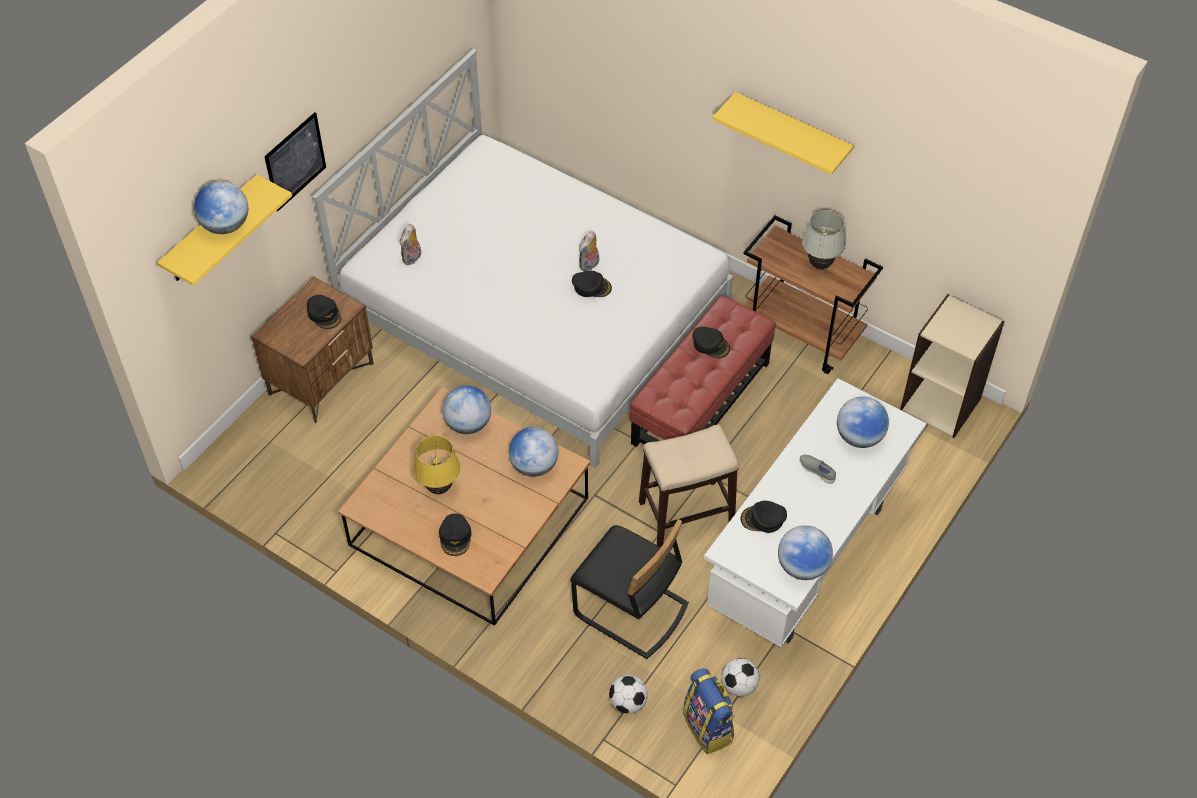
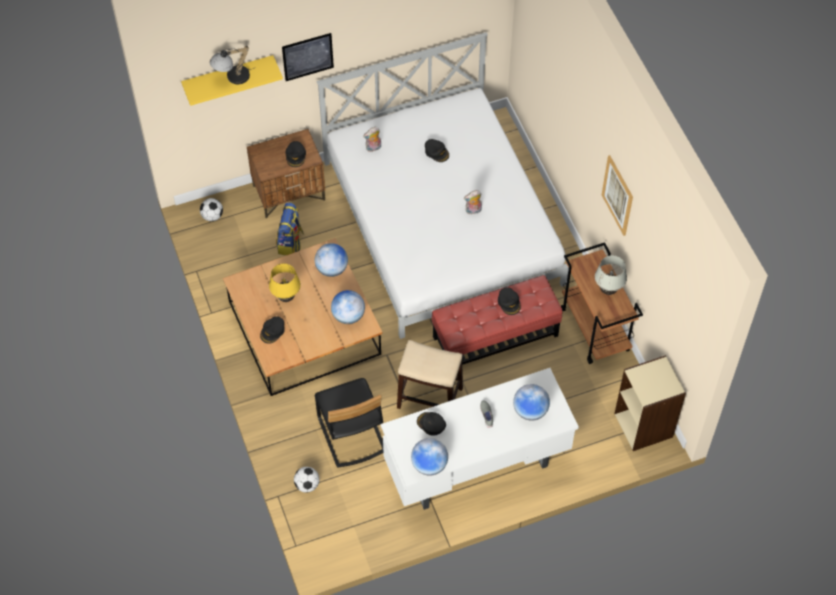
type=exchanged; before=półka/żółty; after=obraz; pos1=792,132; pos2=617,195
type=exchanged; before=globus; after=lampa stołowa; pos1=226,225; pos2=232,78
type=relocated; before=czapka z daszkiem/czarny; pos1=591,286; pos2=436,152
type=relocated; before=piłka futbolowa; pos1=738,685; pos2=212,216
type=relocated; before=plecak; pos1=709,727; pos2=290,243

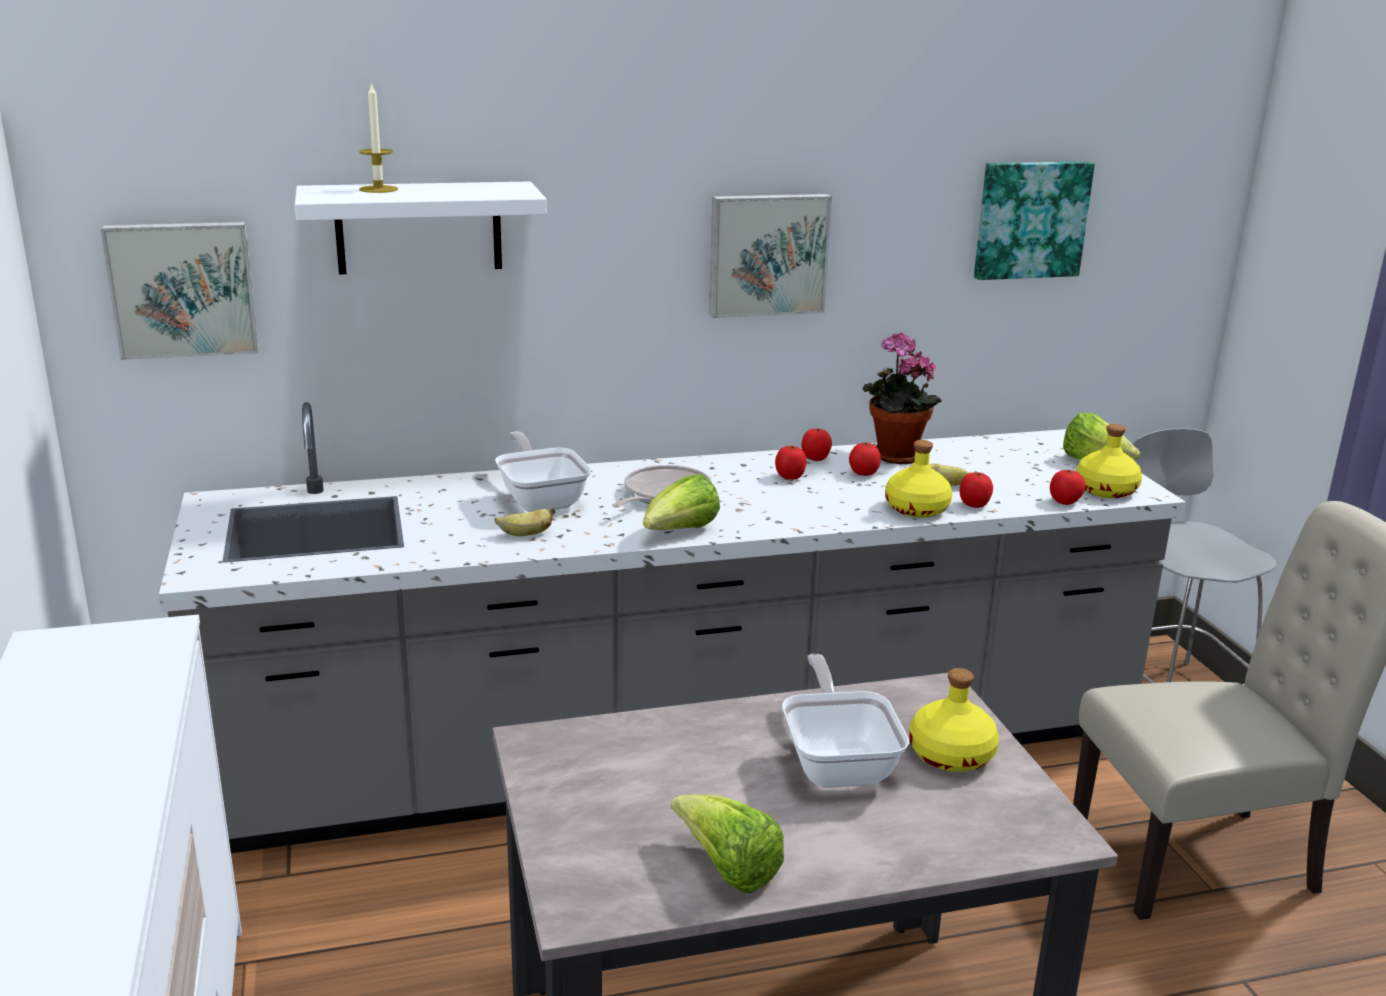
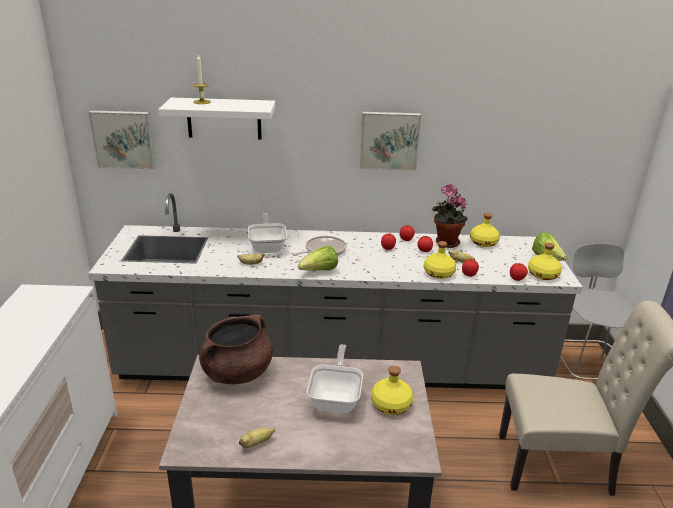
type=missing; before=obraz; pos1=1030,219
type=exchanged; before=sałata; after=banan; pos1=727,869; pos2=256,443
type=appeared; after=butelka/żółty; pos2=483,242
type=appeared; after=garnek/brązowy; pos2=237,373

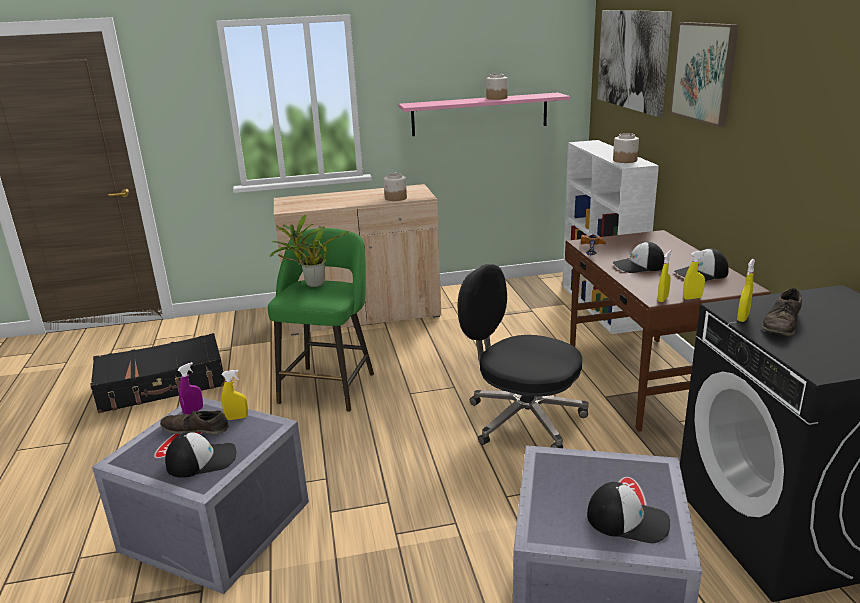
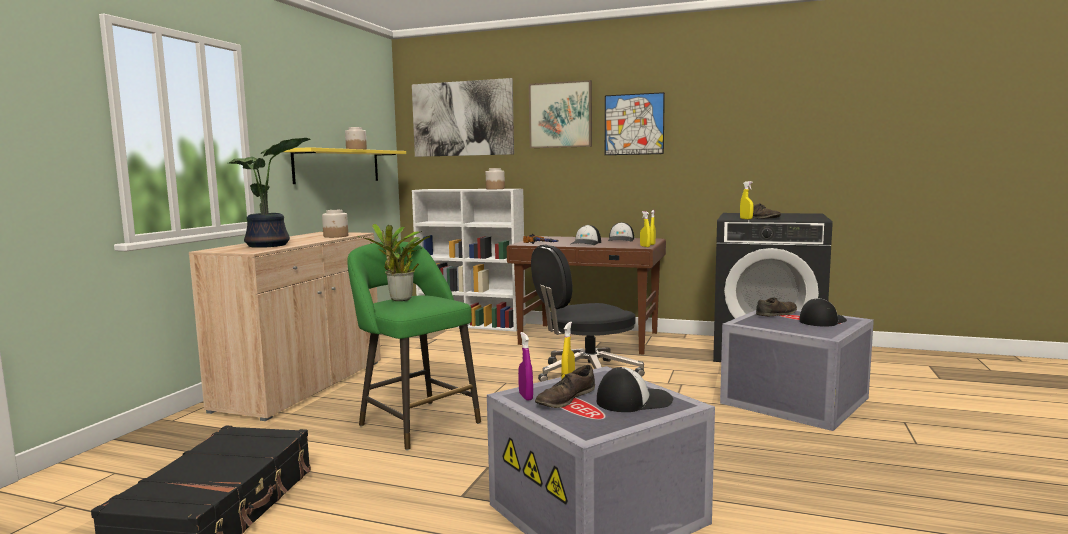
type=colour; before=półka/różowy; after=półka/żółty; pos1=480,114; pos2=338,166
type=spun; before=czapka z daszkiem; pos1=202,460; pos2=633,401; turn=60
type=appeared; after=obraz; pos2=634,124
type=appeared; after=roślina doniczkowa; pos2=270,245
type=appeared; after=but/brązowy; pos2=776,313

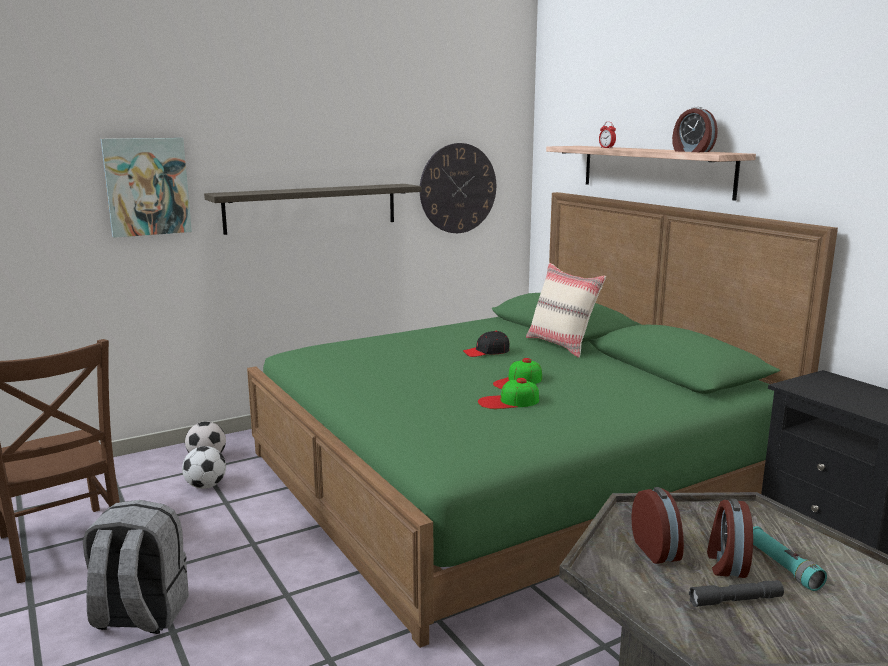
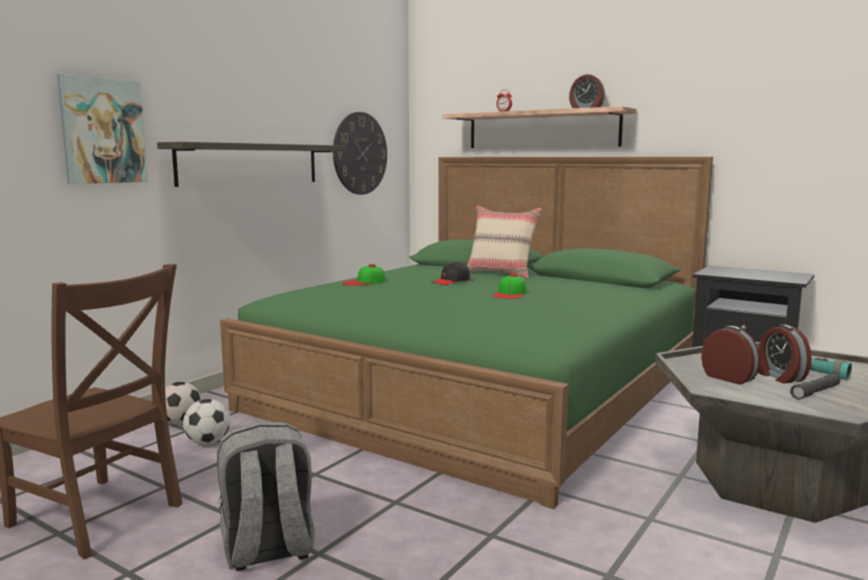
type=relocated; before=czapka z daszkiem; pos1=508,401; pos2=364,282

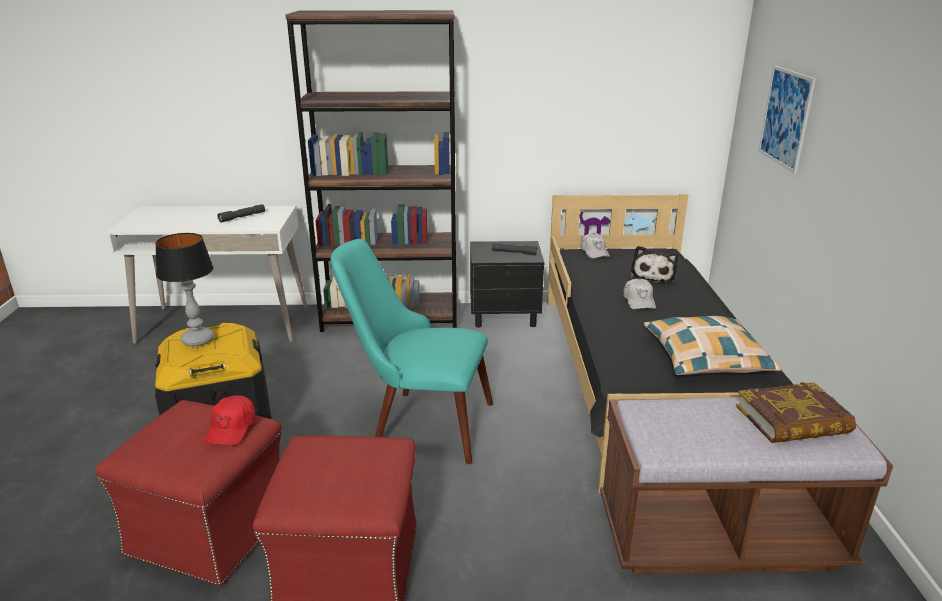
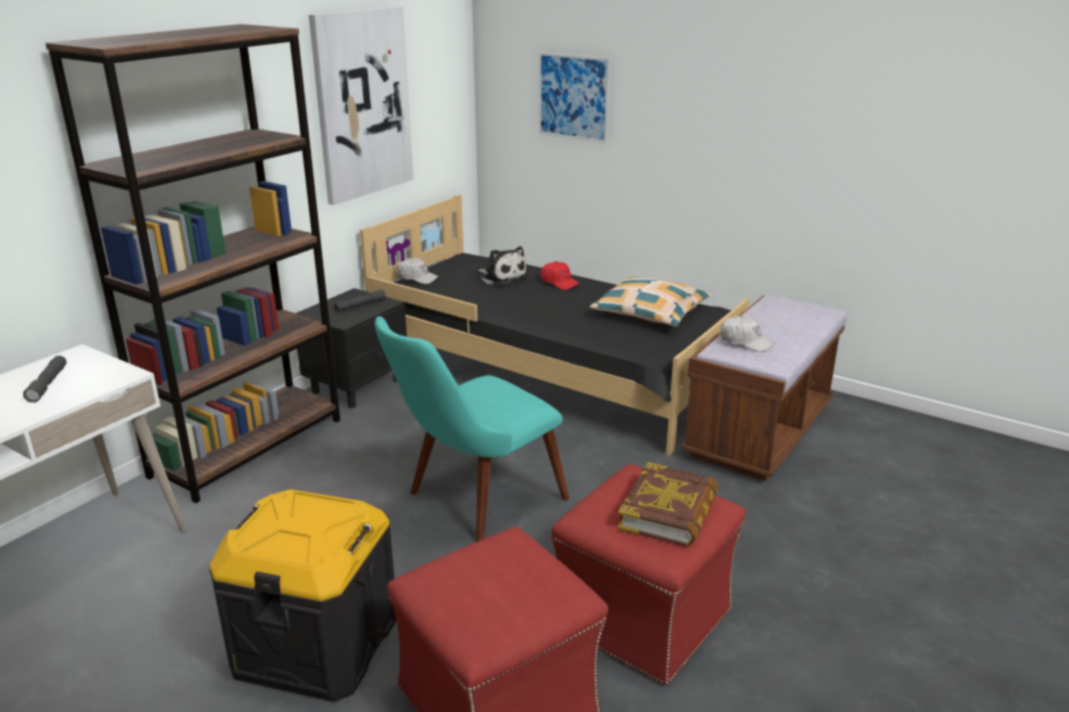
type=missing; before=lampa stołowa; pos1=199,339
type=relocated; before=czapka z daszkiem/biały; pos1=639,301; pos2=745,342
type=relocated; before=książka; pos1=793,420; pos2=669,512
type=relocated; before=czapka z daszkiem/czerwony; pos1=232,428; pos2=559,282
type=appeared; after=obraz; pos2=362,104

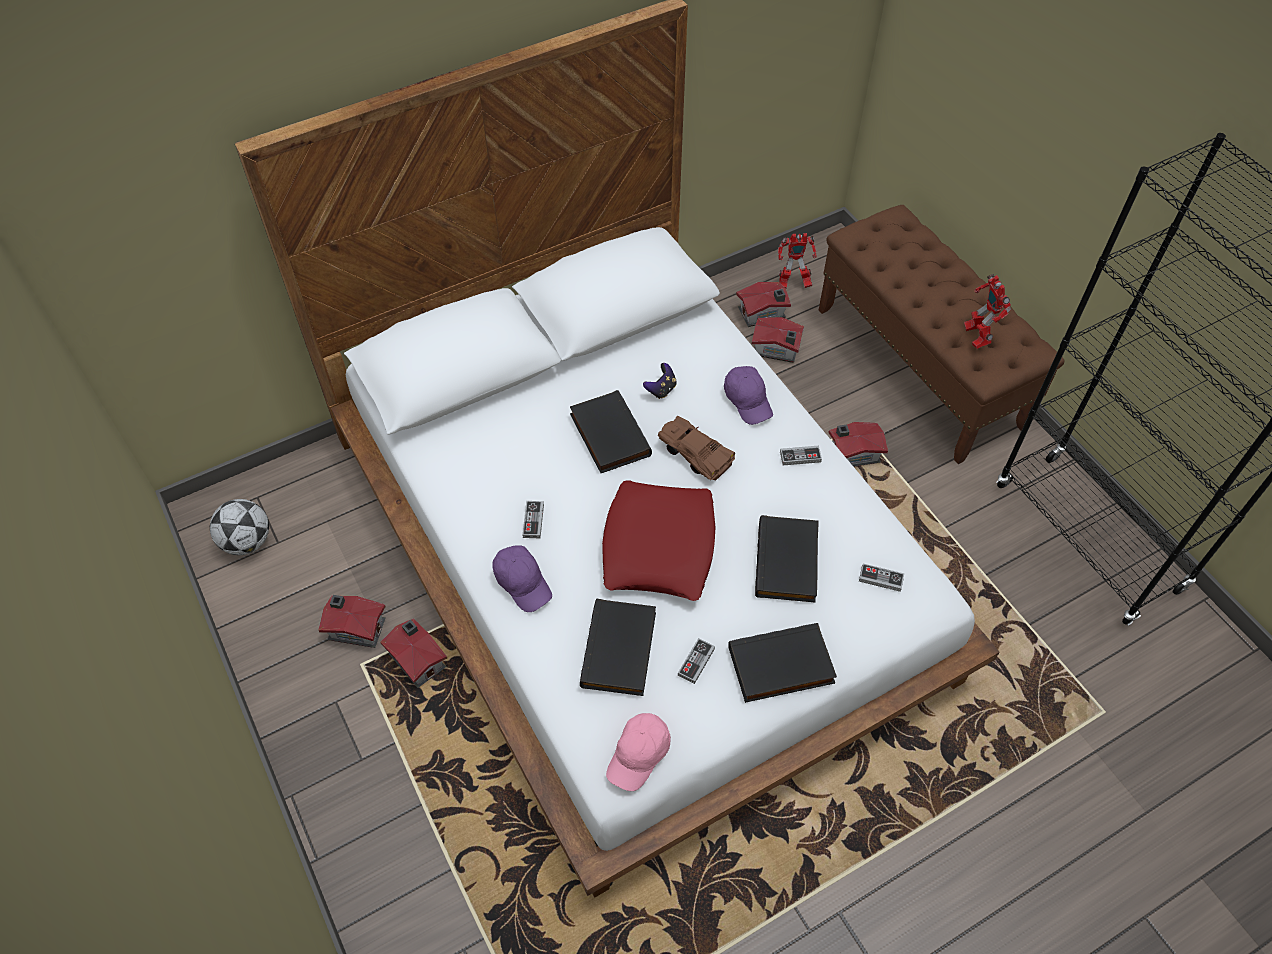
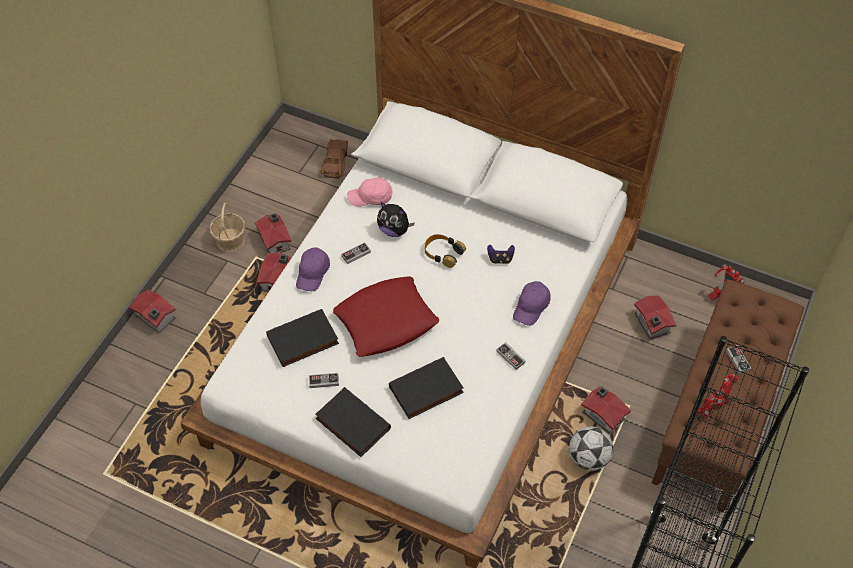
type=relocated; before=domek; pos1=763,314; pos2=155,319
type=exchanged; before=książka/czarny; after=słuchawki; pos1=608,435; pos2=443,253
type=relocated; before=samochodzik/brązowy; pos1=694,453; pos2=335,162
type=relocated; before=piłka futbolowa; pos1=247,541; pos2=588,458
type=relocated; before=pad do gier; pos1=880,579; pos2=738,360
type=relocated; before=czapka z daszkiem/różowy; pos1=639,755; pos2=370,197
type=appeared; after=pluszak; pos2=394,230
type=appeared; after=koszyk; pos2=230,240

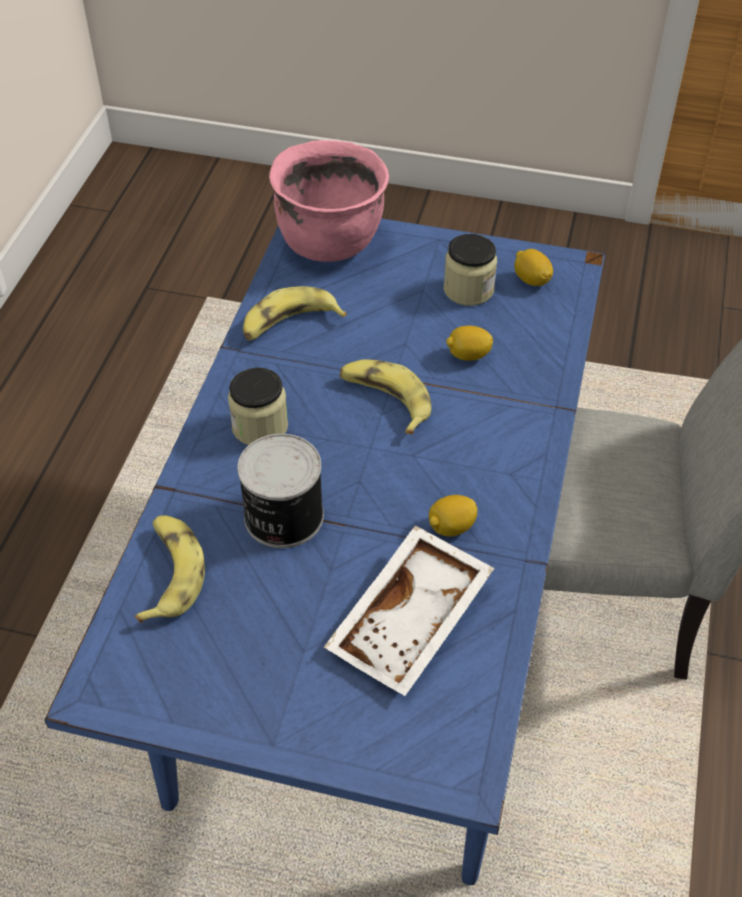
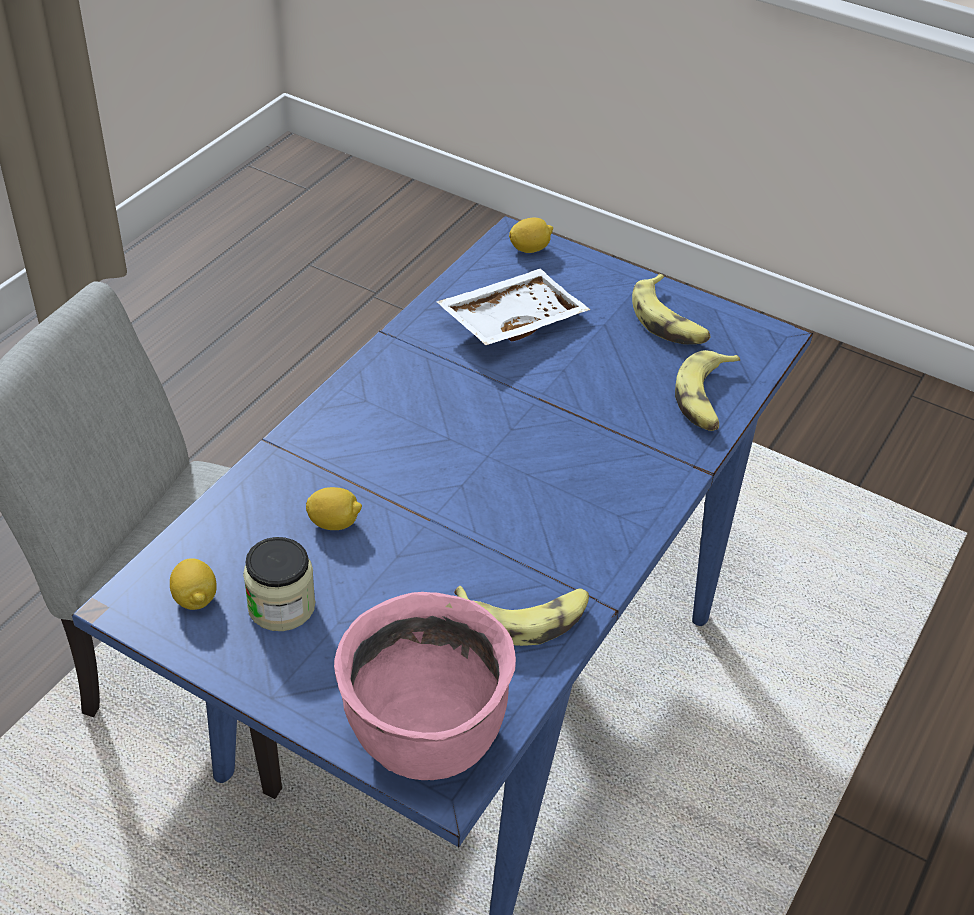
type=relocated; before=banan; pos1=385,400; pos2=669,321
type=missing; before=słoik; pos1=260,426
type=missing; before=puszka; pos1=282,517
type=relocated; before=cytryna; pos1=451,527; pos2=530,248

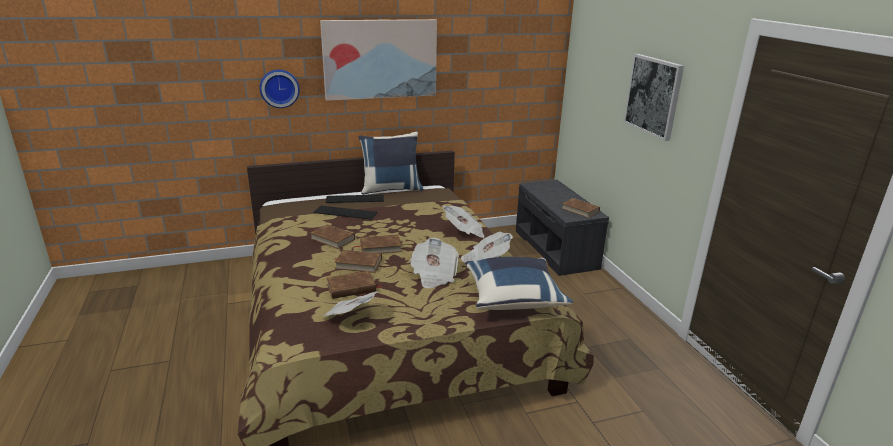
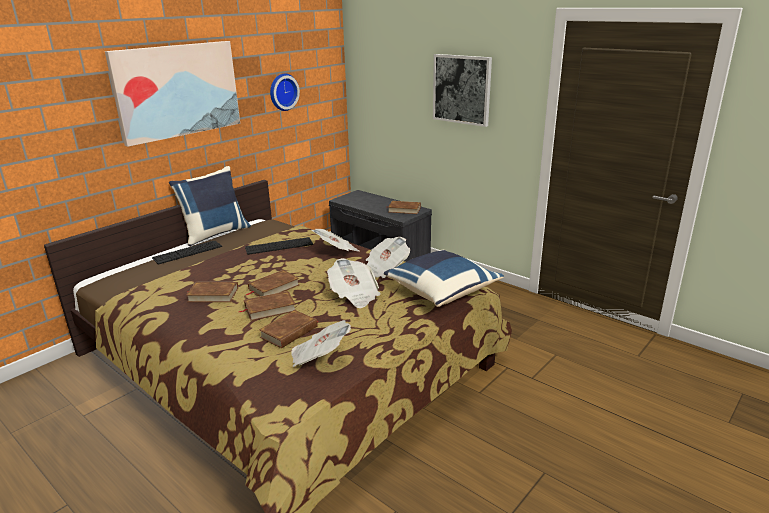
type=relocated; before=zegar ścienny; pos1=279,88; pos2=282,92
type=relocated; before=klawiatura; pos1=345,212; pos2=279,246

